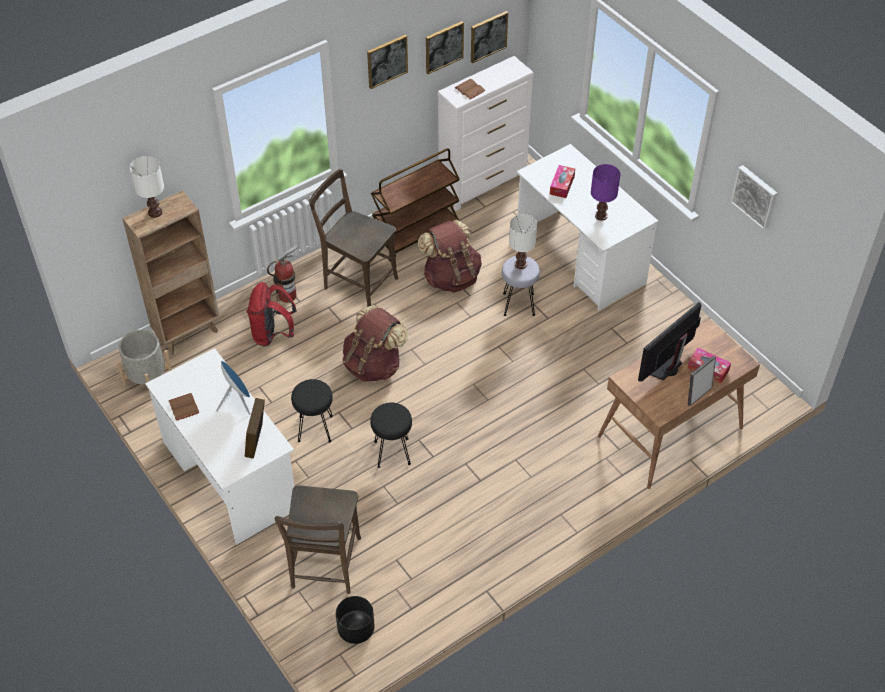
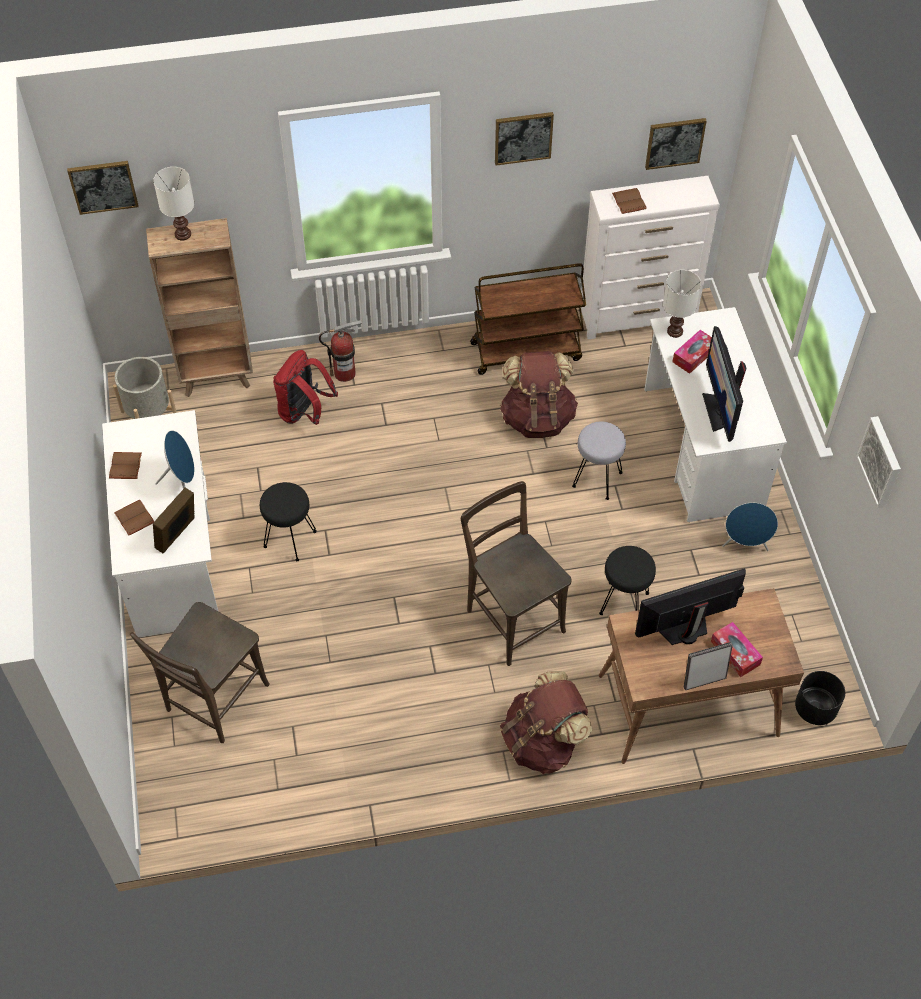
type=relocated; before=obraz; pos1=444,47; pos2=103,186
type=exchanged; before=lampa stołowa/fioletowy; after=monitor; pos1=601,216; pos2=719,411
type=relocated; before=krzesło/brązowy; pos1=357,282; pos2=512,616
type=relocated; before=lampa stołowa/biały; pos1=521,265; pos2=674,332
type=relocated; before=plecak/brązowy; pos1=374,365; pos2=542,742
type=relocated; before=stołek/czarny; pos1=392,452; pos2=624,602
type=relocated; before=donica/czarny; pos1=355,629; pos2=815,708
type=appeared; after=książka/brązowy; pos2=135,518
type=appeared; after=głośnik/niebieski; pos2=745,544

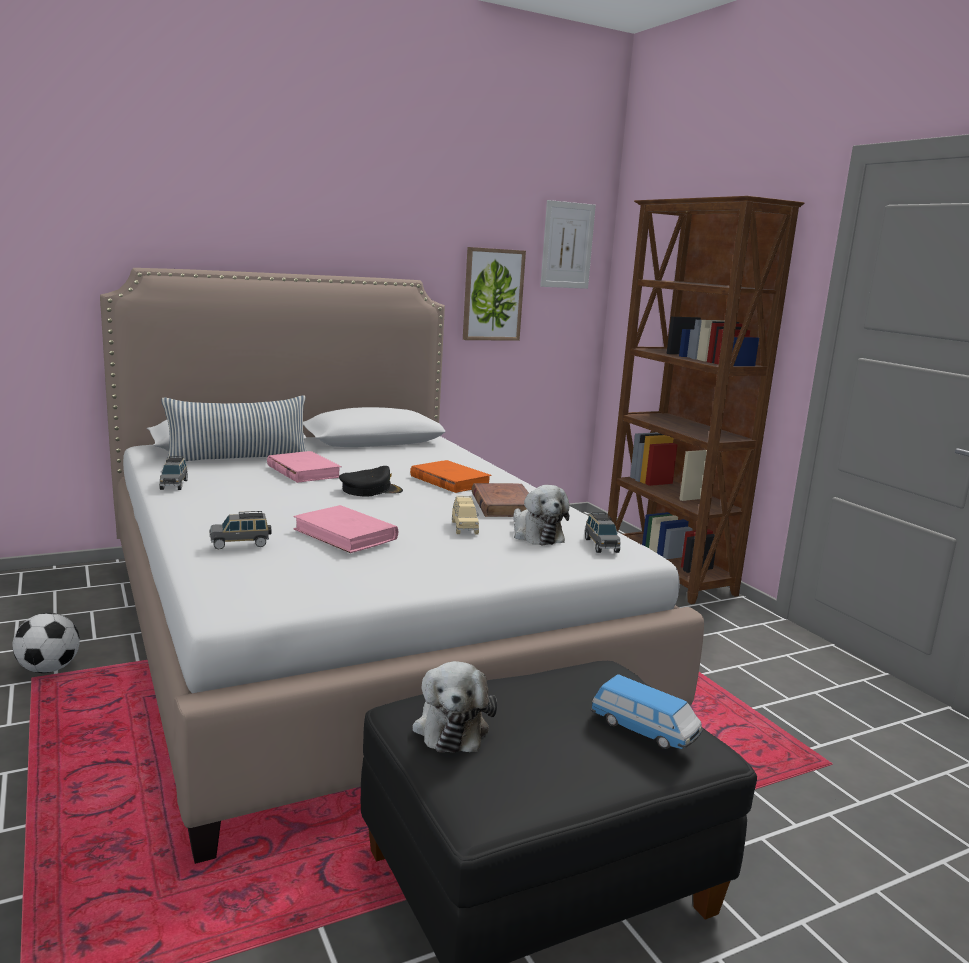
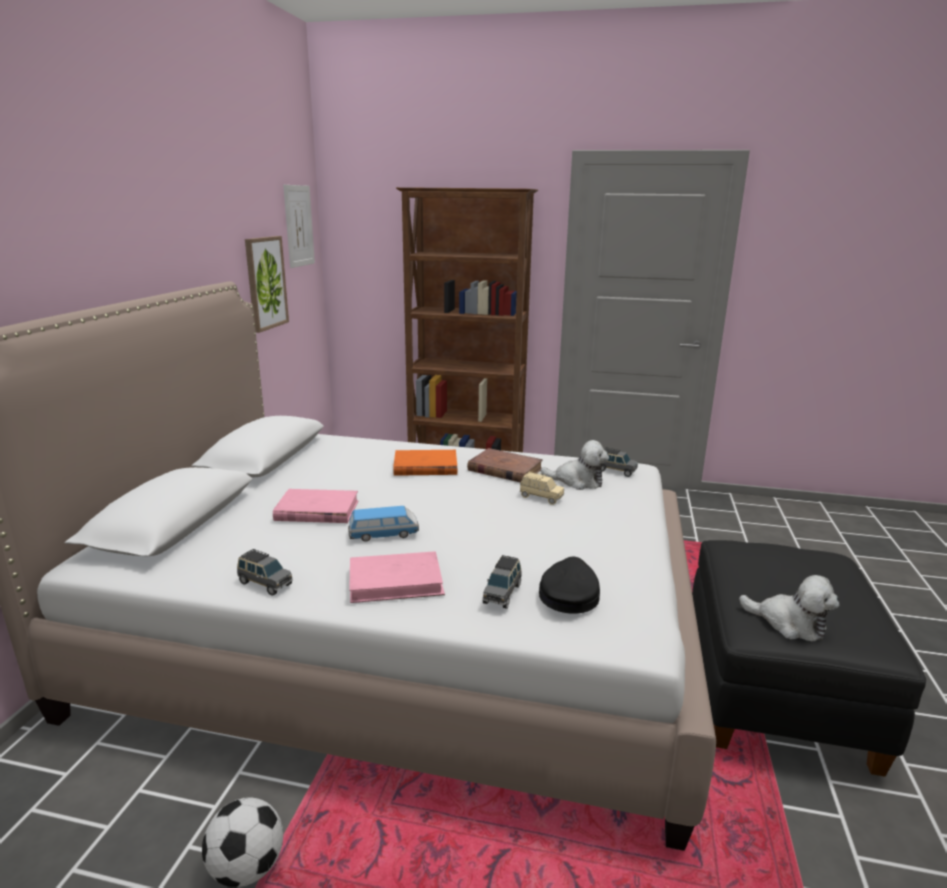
type=missing; before=poduszka; pos1=238,460
type=relocated; before=czapka z daszkiem/czarny; pos1=370,490; pos2=569,593
type=relocated; before=książka/różowy; pos1=345,534; pos2=396,581
type=relocated; before=samochodzik; pos1=644,730; pos2=384,534

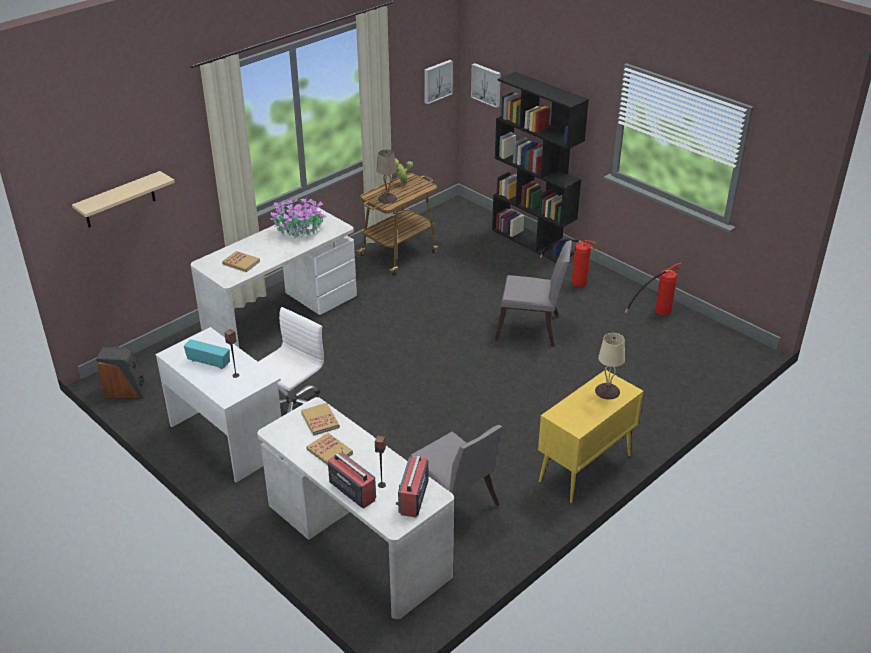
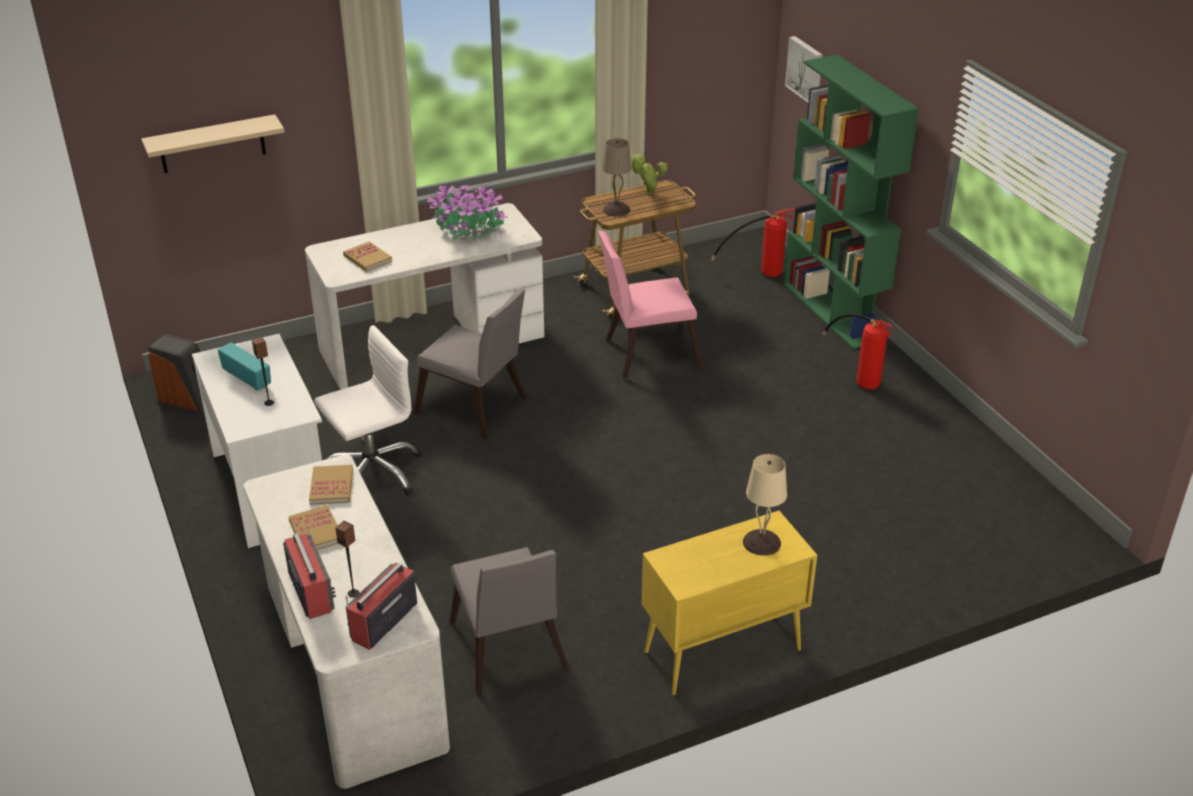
type=missing; before=obraz; pos1=437,81
type=colour; before=regał/czarny; after=regał/zielony; pos1=533,242; pos2=833,311
type=relocated; before=krzesło/szary; pos1=531,329; pos2=476,409
type=relocated; before=gaśnica; pos1=654,314; pos2=759,273
type=appeared; after=krzesło/różowy; pos2=646,354

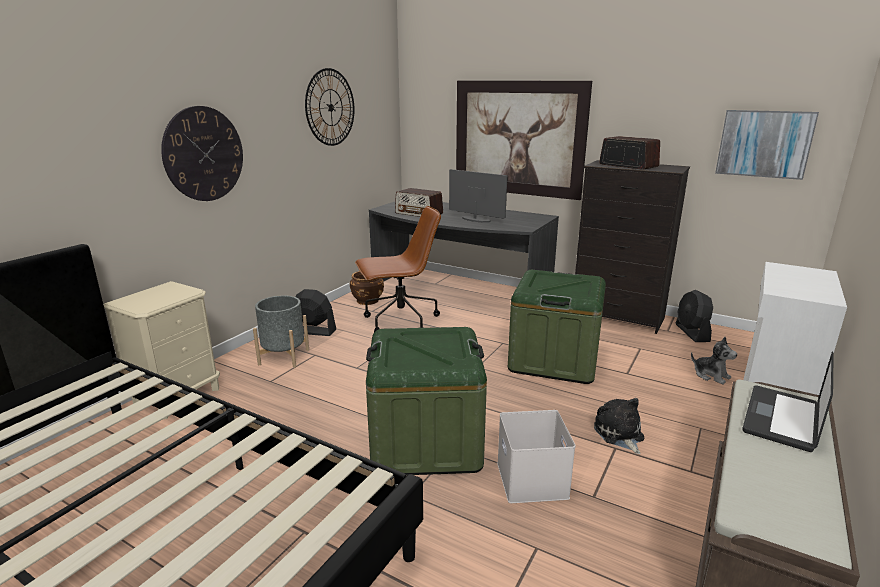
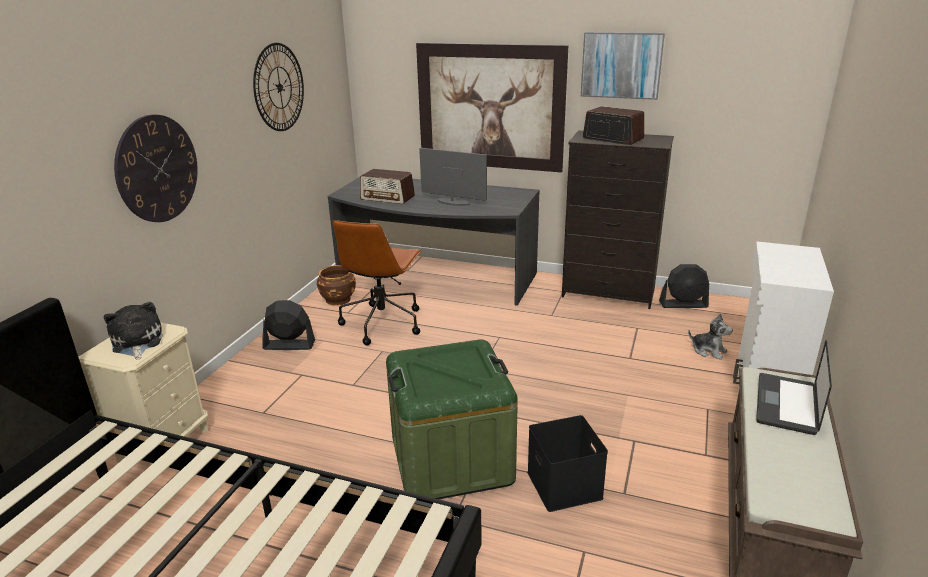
type=relocated; before=obraz; pos1=764,144; pos2=621,65
type=spun; before=krzesło biurowe/brązowy; pos1=400,321; pos2=382,322; turn=135
type=missing; before=pojemnik do przechowywania/zielony; pos1=554,360
type=spun; before=wentylator/czarny; pos1=692,333; pos2=683,304; turn=-75
type=missing; before=donica/szary; pos1=284,357
type=relocated; before=pluszak; pos1=619,434; pos2=136,343
type=colour; before=pojemnik do przechowywania/biały; after=pojemnik do przechowywania/czarny; pos1=533,480; pos2=566,485

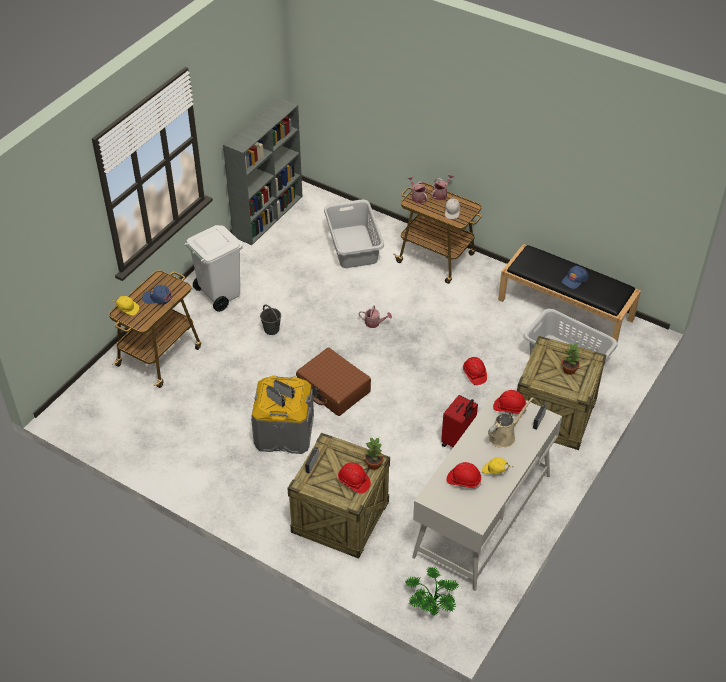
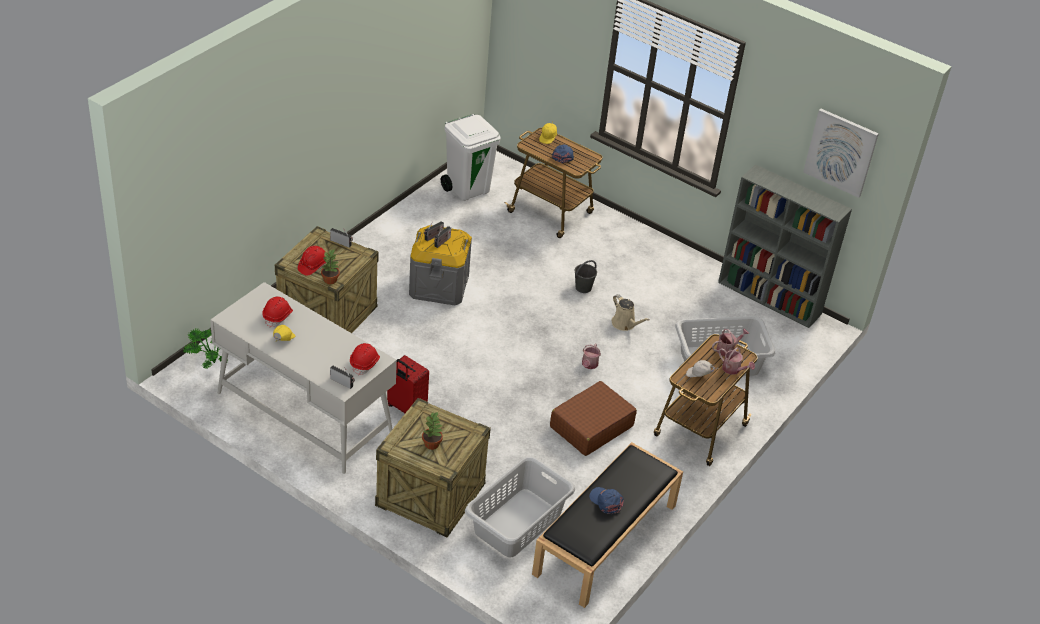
type=relocated; before=kosz na śmieci/biały; pos1=219,294; pos2=468,189
type=relocated; before=walizka/brązowy; pos1=333,389; pos2=591,426
type=missing; before=kask/czerwony; pos1=474,374
type=relocated; before=konewka/beżowy; pos1=504,436; pos2=625,324
type=appeared; after=obraz; pos2=841,152

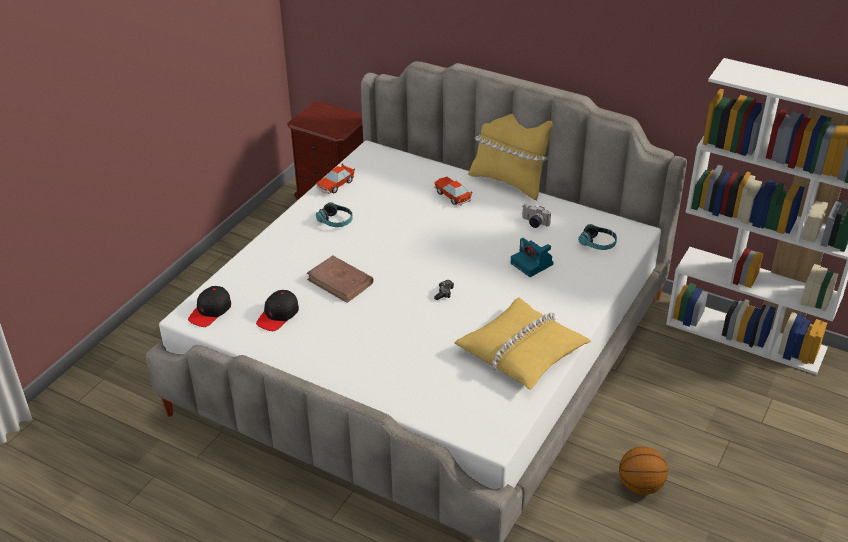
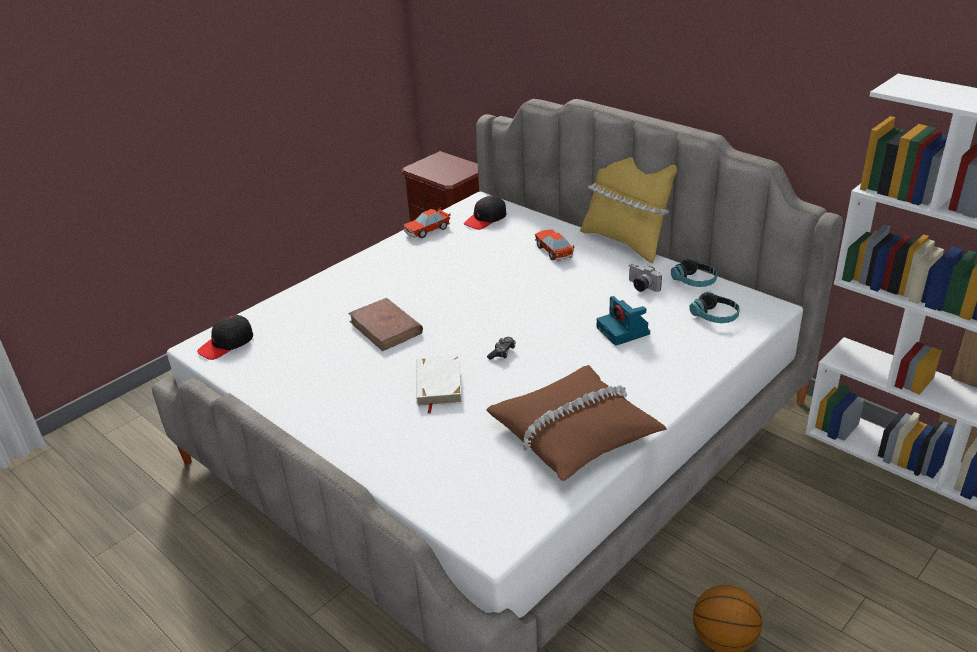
type=relocated; before=słuchawki; pos1=335,221; pos2=694,281
type=relocated; before=czapka z daszkiem/czarny; pos1=278,315; pos2=486,219
type=colour; before=poduszka/żółty; after=poduszka/brązowy; pos1=522,351; pos2=575,432
type=appeared; after=książka/biały; pos2=438,385

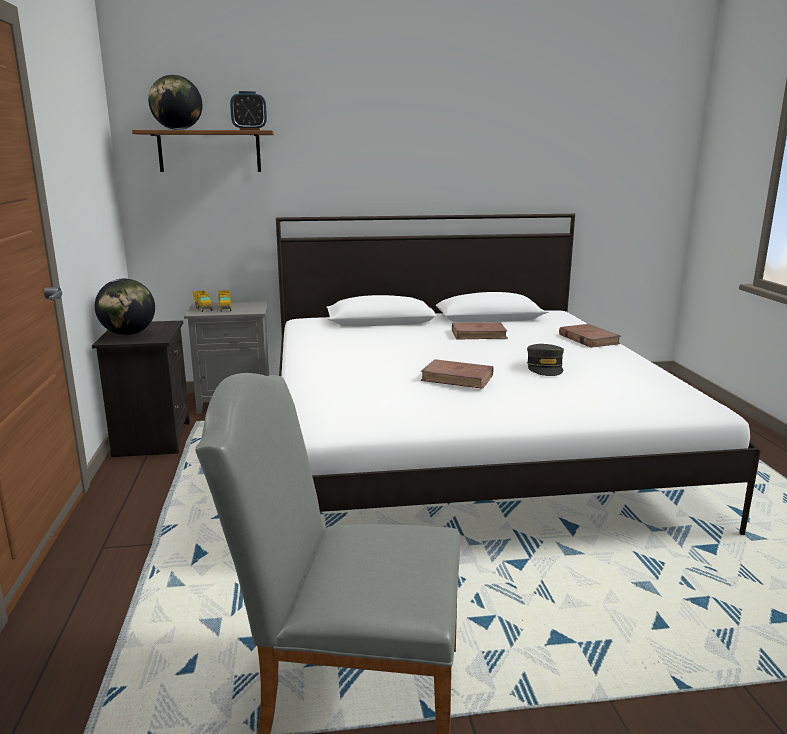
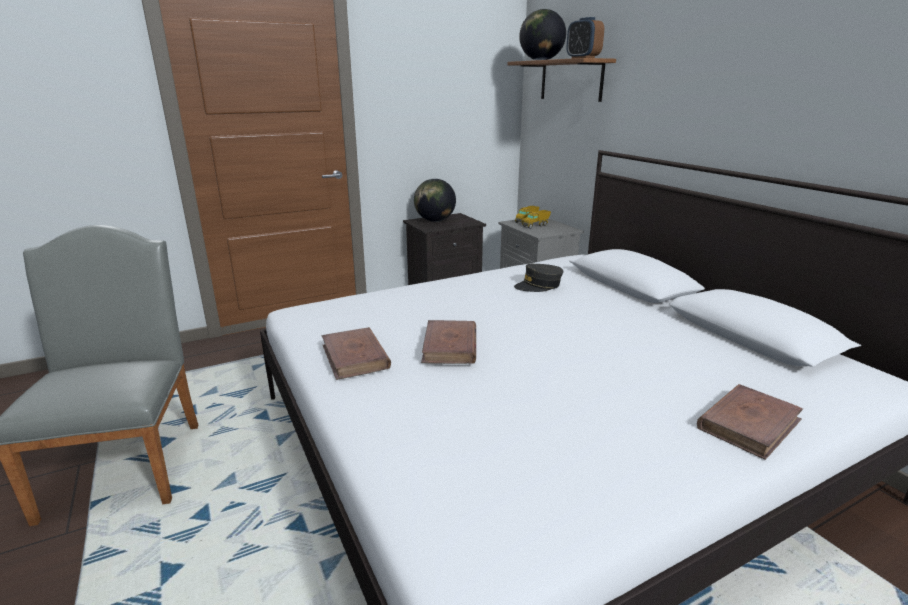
type=relocated; before=książka/brązowy; pos1=479,334; pos2=355,357
type=relocated; before=czapka z daszkiem/szary; pos1=545,368; pos2=538,286

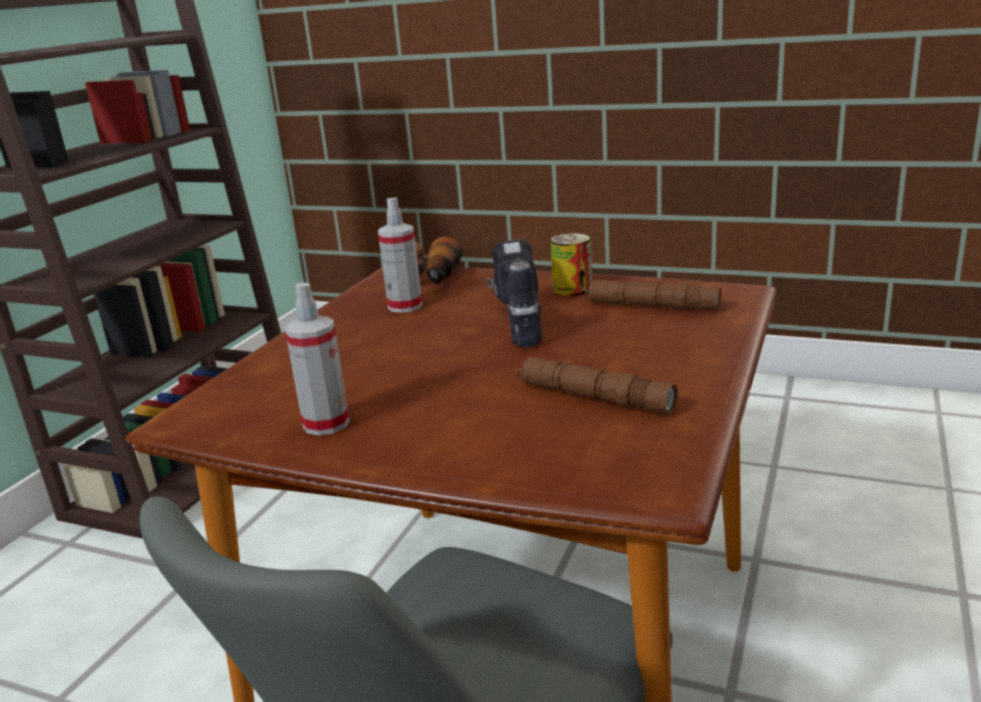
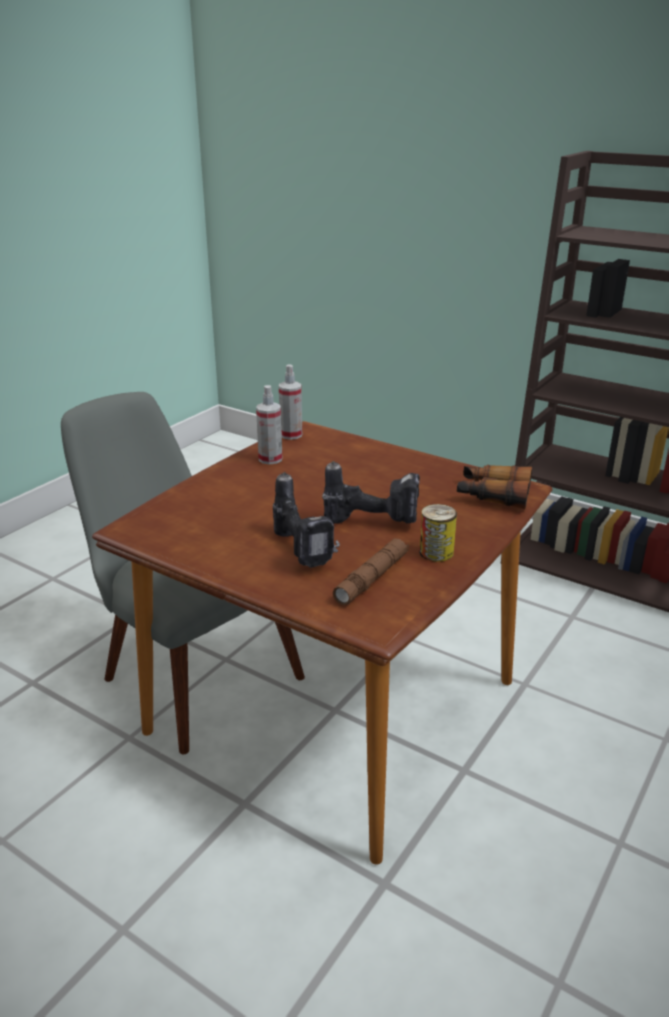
type=relocated; before=spryskiwacz; pos1=405,306; pos2=291,435
type=missing; before=latarka/brązowy; pos1=594,397
type=appeared; after=wiertarka; pos2=304,550

